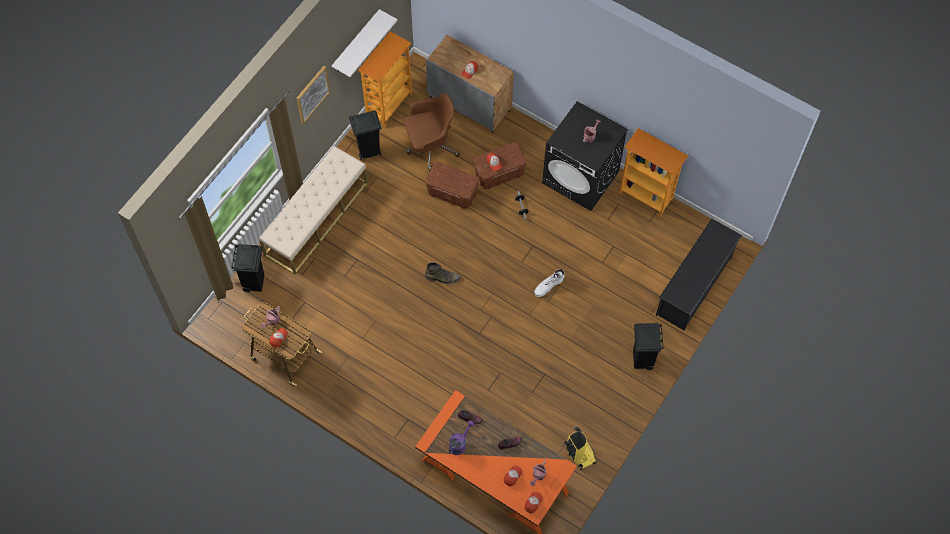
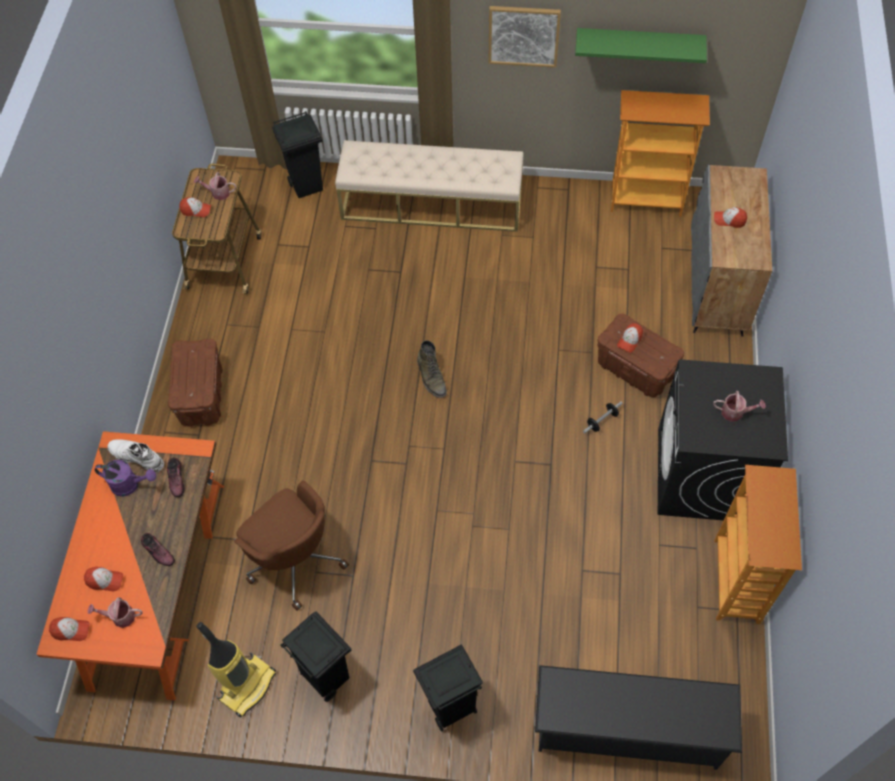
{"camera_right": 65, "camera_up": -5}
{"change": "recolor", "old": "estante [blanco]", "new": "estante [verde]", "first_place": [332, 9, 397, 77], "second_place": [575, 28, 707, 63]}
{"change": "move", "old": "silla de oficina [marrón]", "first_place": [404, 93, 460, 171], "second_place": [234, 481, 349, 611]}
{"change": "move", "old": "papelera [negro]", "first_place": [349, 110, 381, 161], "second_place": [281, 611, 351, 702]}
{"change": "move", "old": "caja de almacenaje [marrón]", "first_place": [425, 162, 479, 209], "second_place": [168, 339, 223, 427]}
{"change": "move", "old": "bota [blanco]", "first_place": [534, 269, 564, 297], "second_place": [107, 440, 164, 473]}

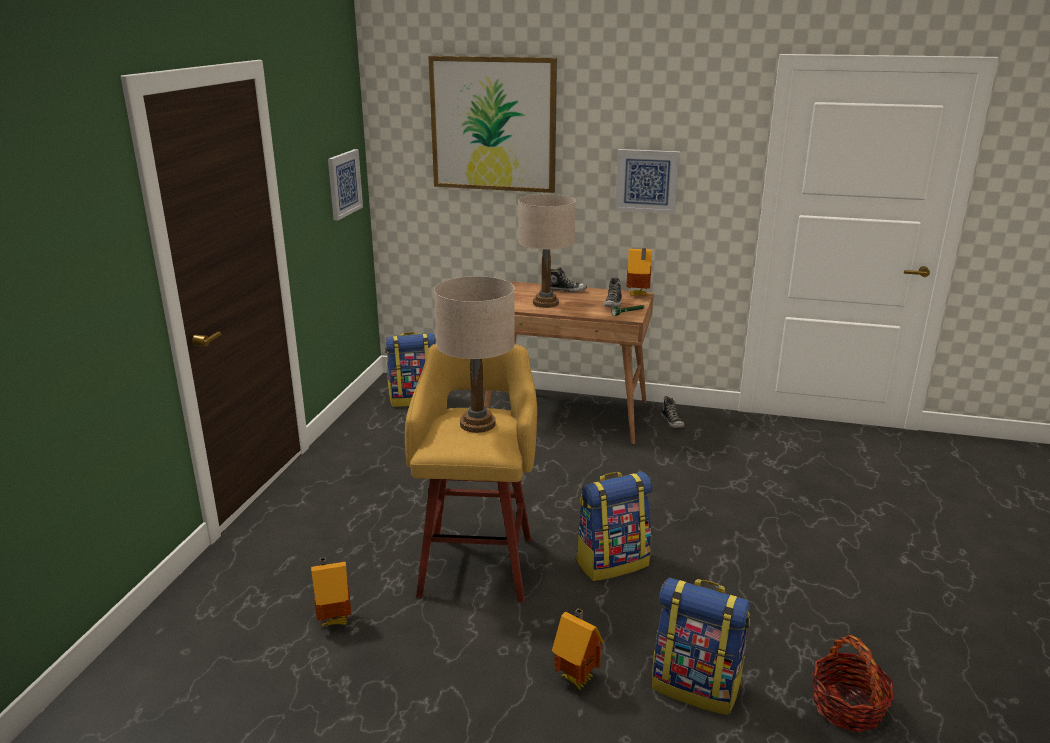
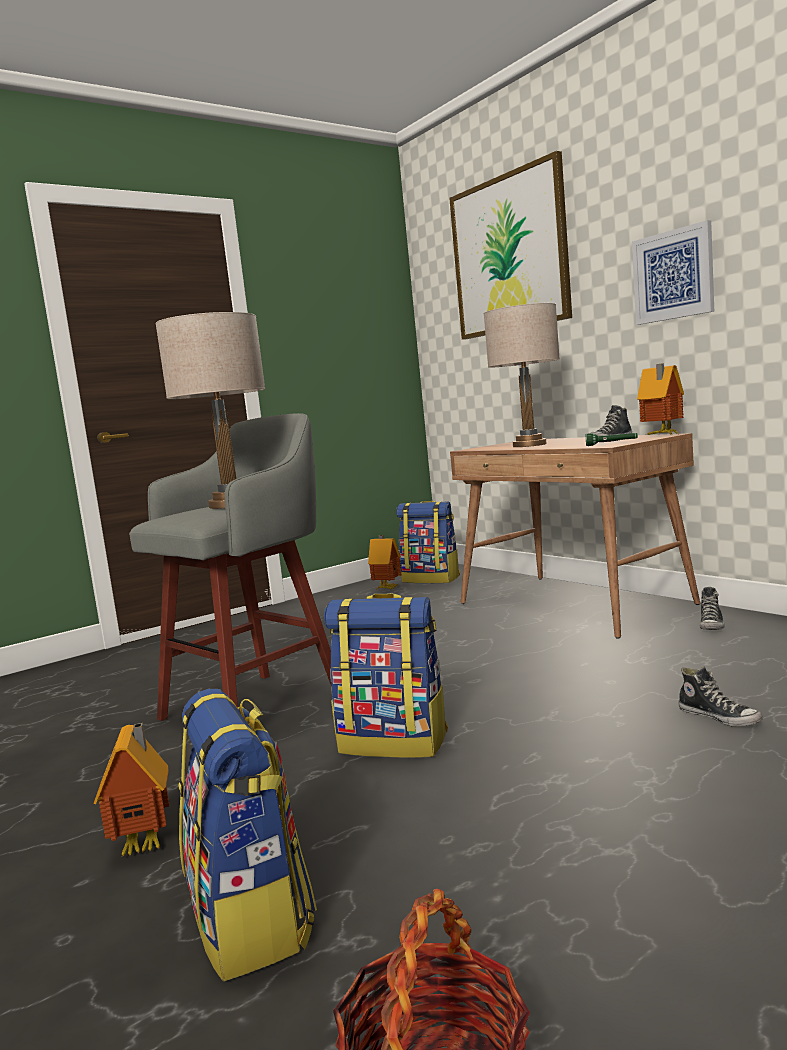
{"camera_right": 40, "camera_up": -15}
{"change": "delete", "old": "cuadro", "first_place": [328, 149, 363, 221]}
{"change": "move", "old": "zapato", "first_place": [551, 267, 587, 293], "second_place": [678, 667, 763, 727]}
{"change": "recolor", "old": "taburete [amarillo]", "new": "taburete [gris]", "first_place": [405, 343, 537, 603], "second_place": [129, 413, 332, 721]}
{"change": "move", "old": "casita", "first_place": [311, 558, 352, 627], "second_place": [368, 535, 402, 590]}

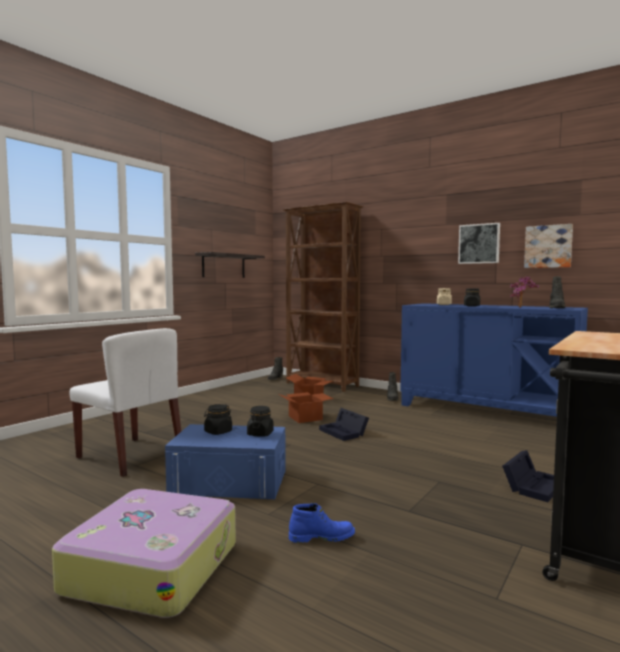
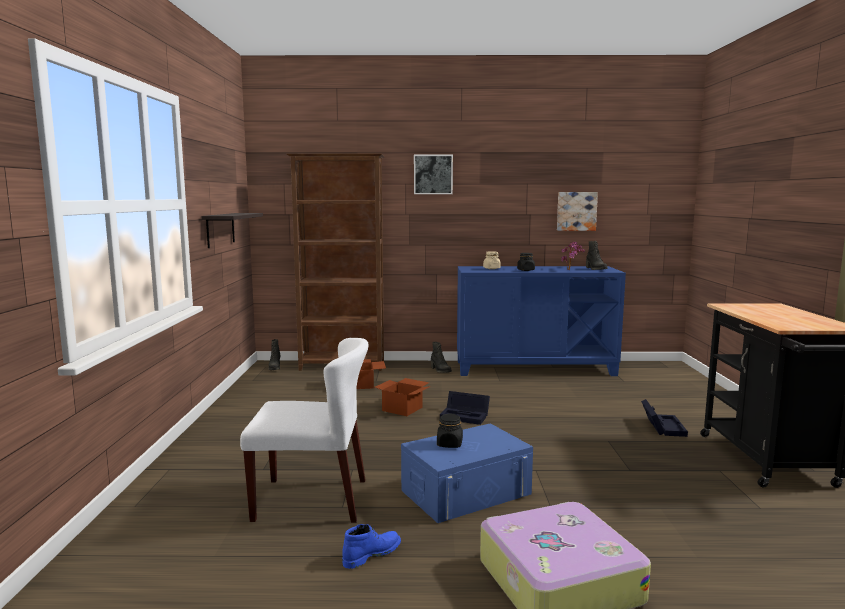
{"camera_right": -35, "camera_up": 5}
{"change": "move", "old": "cuadro", "first_place": [458, 223, 500, 264], "second_place": [414, 155, 453, 194]}
{"change": "delete", "old": "tarro [negro]", "first_place": [247, 406, 274, 437]}
{"change": "move", "old": "bota [azul]", "first_place": [289, 503, 355, 543], "second_place": [342, 524, 401, 569]}

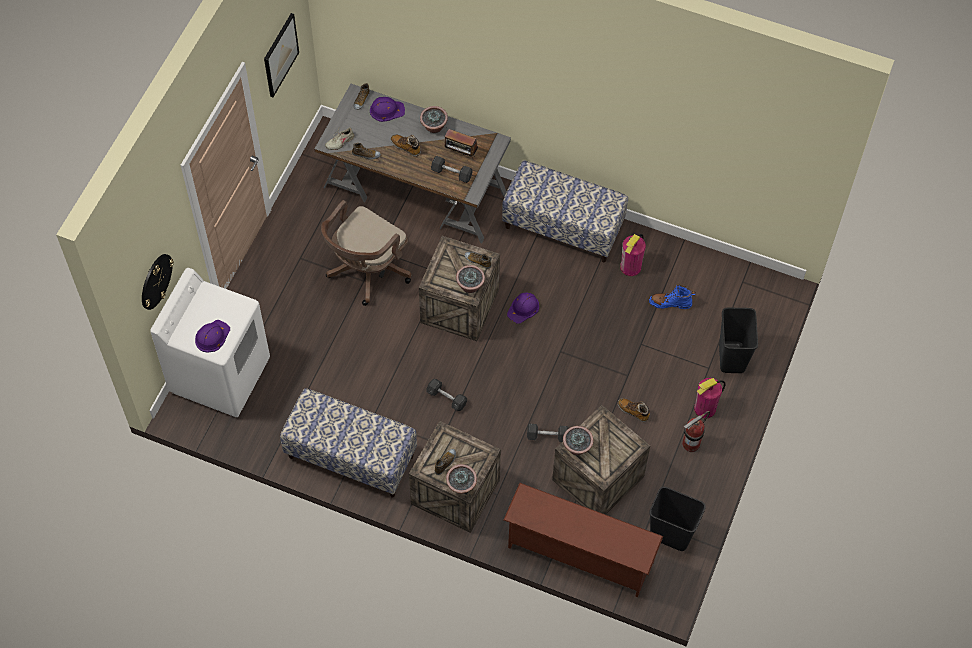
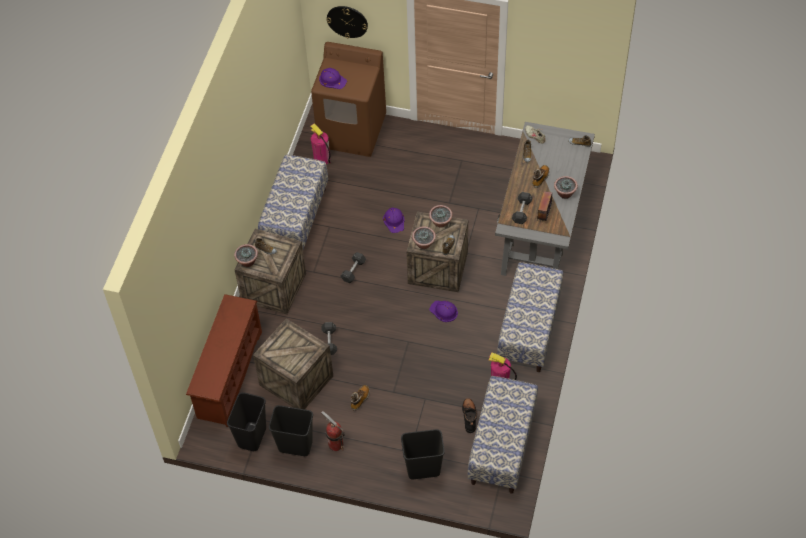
{"camera_right": 85, "camera_up": -5}
{"change": "delete", "old": "cuadro", "first_place": [264, 13, 299, 97]}
{"change": "move", "old": "casco [morado]", "first_place": [370, 97, 405, 122], "second_place": [383, 208, 405, 233]}
{"change": "delete", "old": "silla de oficina [marrón]", "first_place": [321, 200, 411, 306]}
{"change": "recolor", "old": "lavadora [blanco]", "new": "lavadora [marrón]", "first_place": [150, 268, 270, 417], "second_place": [311, 42, 386, 157]}
{"change": "recolor", "old": "bota [azul]", "new": "bota [negro]", "first_place": [649, 284, 696, 309], "second_place": [462, 398, 477, 433]}
{"change": "move", "old": "extintor", "first_place": [694, 378, 726, 418], "second_place": [311, 124, 331, 164]}
{"change": "move", "old": "planta en maceta", "first_place": [563, 426, 594, 455], "second_place": [429, 205, 452, 228]}
{"change": "insert", "new": "banco", "second_place": [468, 376, 538, 493]}
{"change": "insert", "new": "papelera [negro]", "second_place": [269, 405, 313, 456]}

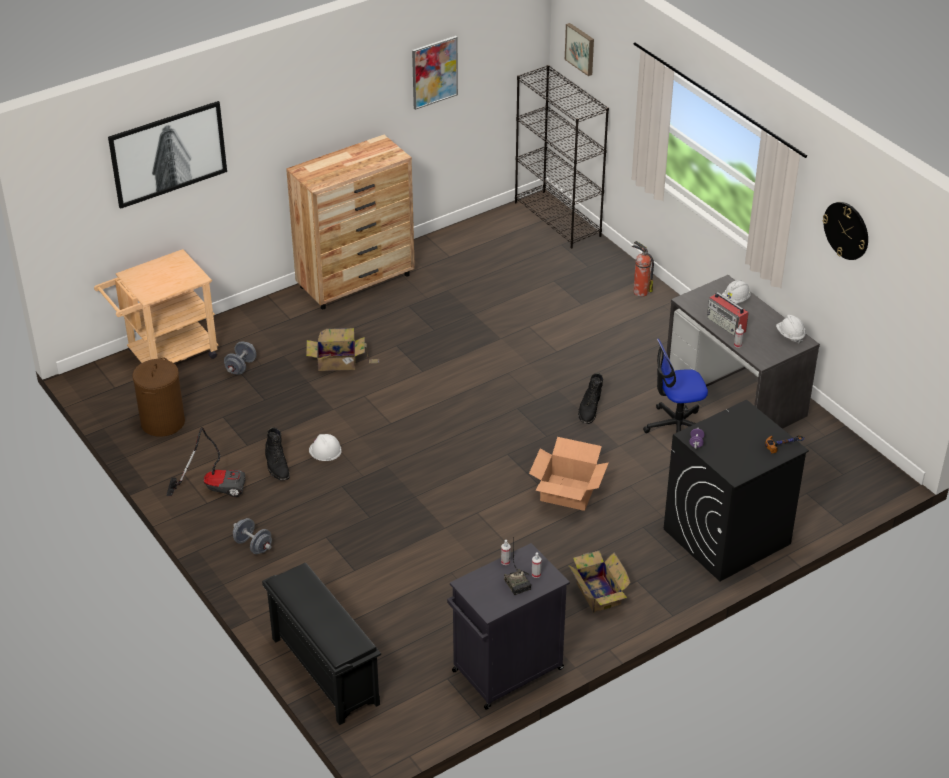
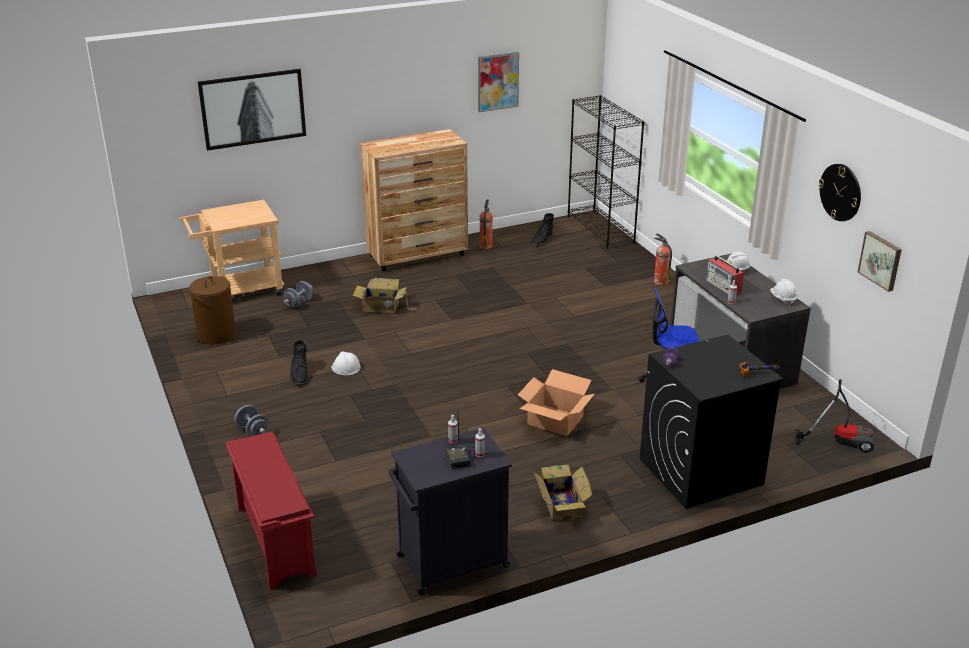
{"camera_right": 10, "camera_up": -10}
{"change": "move", "old": "cuadro", "first_place": [565, 23, 594, 76], "second_place": [858, 231, 902, 292]}
{"change": "move", "old": "bota [negro]", "first_place": [578, 373, 603, 424], "second_place": [532, 213, 554, 246]}
{"change": "move", "old": "aspiradora", "first_place": [166, 427, 246, 497], "second_place": [795, 379, 875, 453]}
{"change": "recolor", "old": "zapatero [negro]", "new": "zapatero [rojo]", "first_place": [262, 563, 381, 725], "second_place": [226, 432, 317, 590]}
{"change": "insert", "new": "extintor", "second_place": [479, 199, 493, 249]}

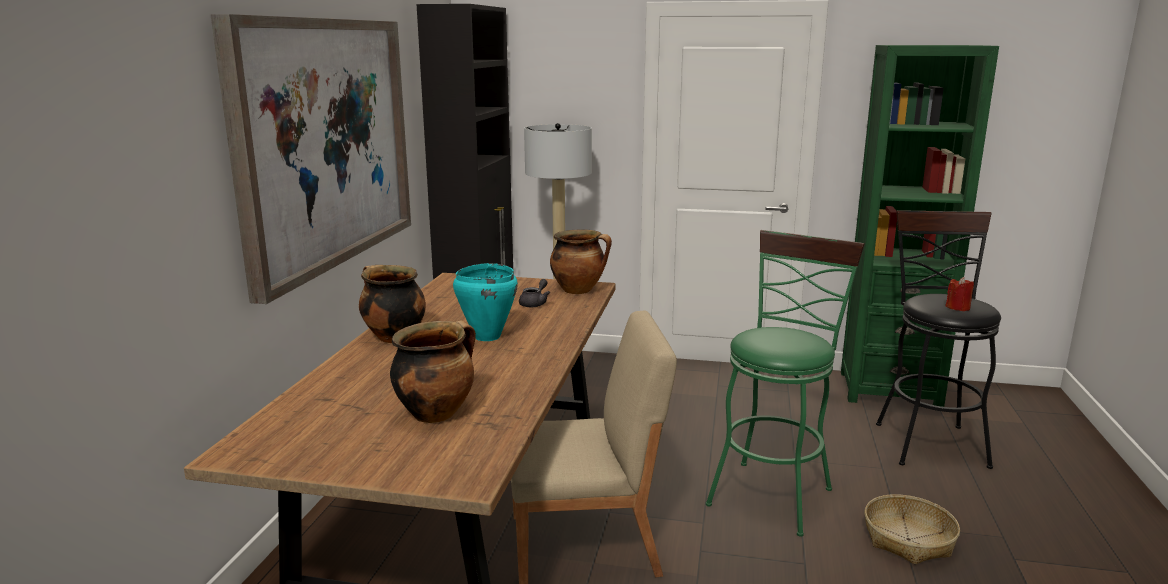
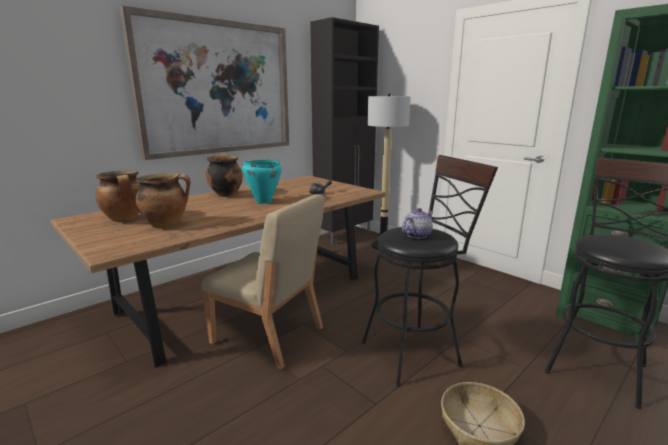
{"camera_right": 35, "camera_up": 0}
{"change": "move", "old": "olla", "first_place": [550, 230, 612, 294], "second_place": [95, 170, 140, 222]}
{"change": "recolor", "old": "taburete [verde]", "new": "taburete [negro]", "first_place": [706, 230, 865, 537], "second_place": [362, 155, 498, 386]}
{"change": "delete", "old": "vela [rojo]", "first_place": [945, 277, 974, 311]}
{"change": "insert", "new": "tetera", "second_place": [402, 208, 434, 239]}

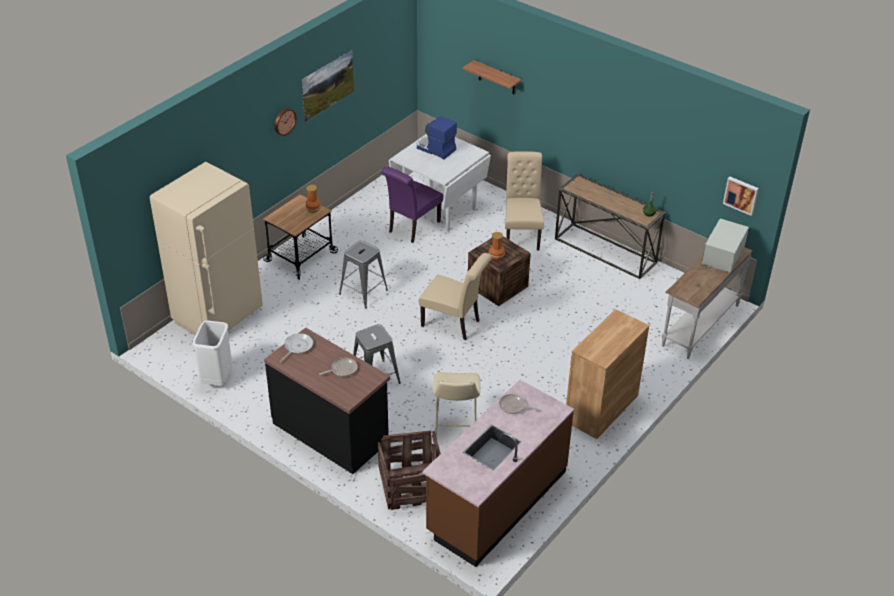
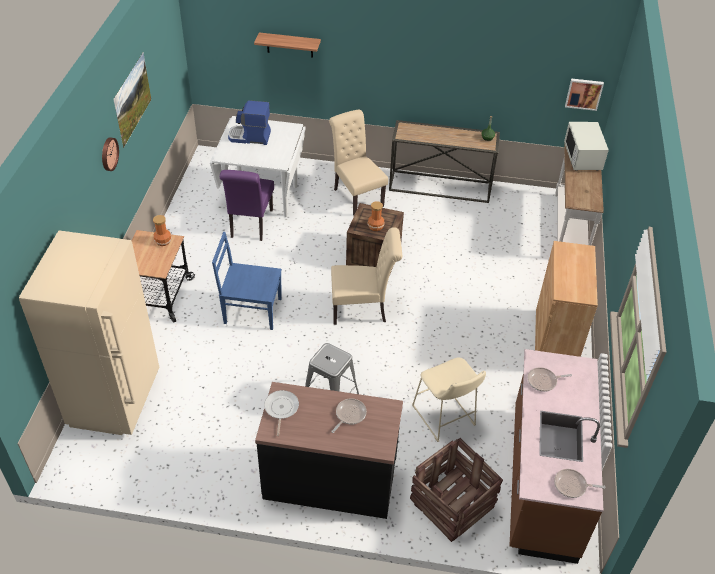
{"camera_right": -30, "camera_up": 5}
{"change": "replace", "old": "taburete [gris]", "new": "silla [azul]", "first_place": [339, 241, 388, 308], "second_place": [212, 232, 282, 330]}
{"change": "delete", "old": "papelera [blanco]", "first_place": [193, 320, 232, 386]}
{"change": "insert", "new": "sartén", "second_place": [554, 469, 606, 498]}

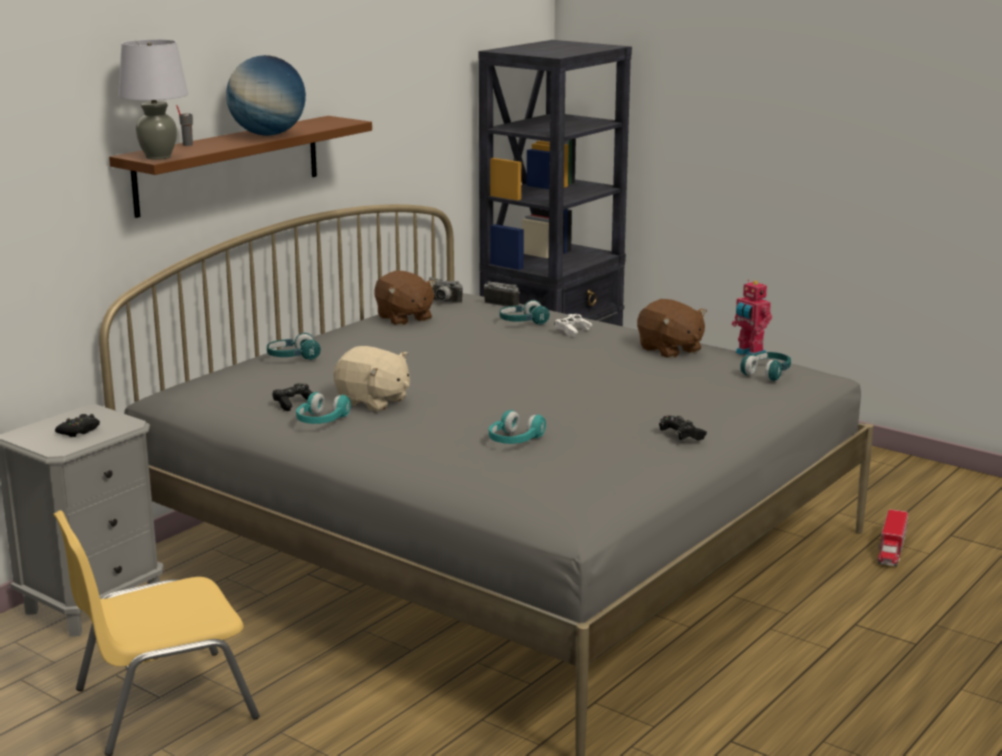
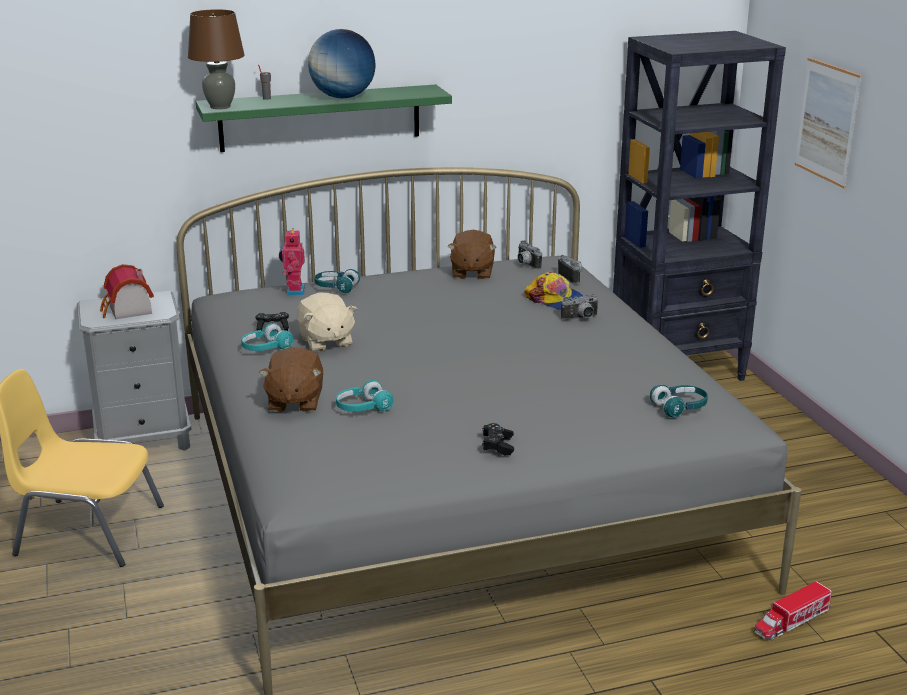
{"camera_right": 35, "camera_up": 5}
{"change": "recolor", "old": "lámpara de mesa [gris]", "new": "lámpara de mesa [marrón]", "first_place": [118, 39, 188, 160], "second_place": [188, 9, 245, 109]}
{"change": "recolor", "old": "estante [marrón]", "new": "estante [verde]", "first_place": [109, 116, 372, 218], "second_place": [196, 85, 452, 152]}
{"change": "move", "old": "robot de juguete", "first_place": [732, 280, 772, 355], "second_place": [279, 228, 305, 295]}
{"change": "move", "old": "peluche [marrón]", "first_place": [637, 299, 707, 358], "second_place": [259, 347, 323, 412]}
{"change": "replace", "old": "auriculares [turquesa]", "new": "gorra", "first_place": [499, 300, 550, 325], "second_place": [524, 272, 583, 310]}
{"change": "replace", "old": "mando de consola [blanco]", "new": "cámara", "first_place": [554, 314, 592, 337], "second_place": [561, 294, 599, 320]}
{"change": "replace", "old": "mando de consola [negro]", "new": "casita", "first_place": [55, 414, 100, 437], "second_place": [100, 264, 154, 319]}
{"change": "insert", "new": "cuadro", "second_place": [795, 58, 862, 189]}

